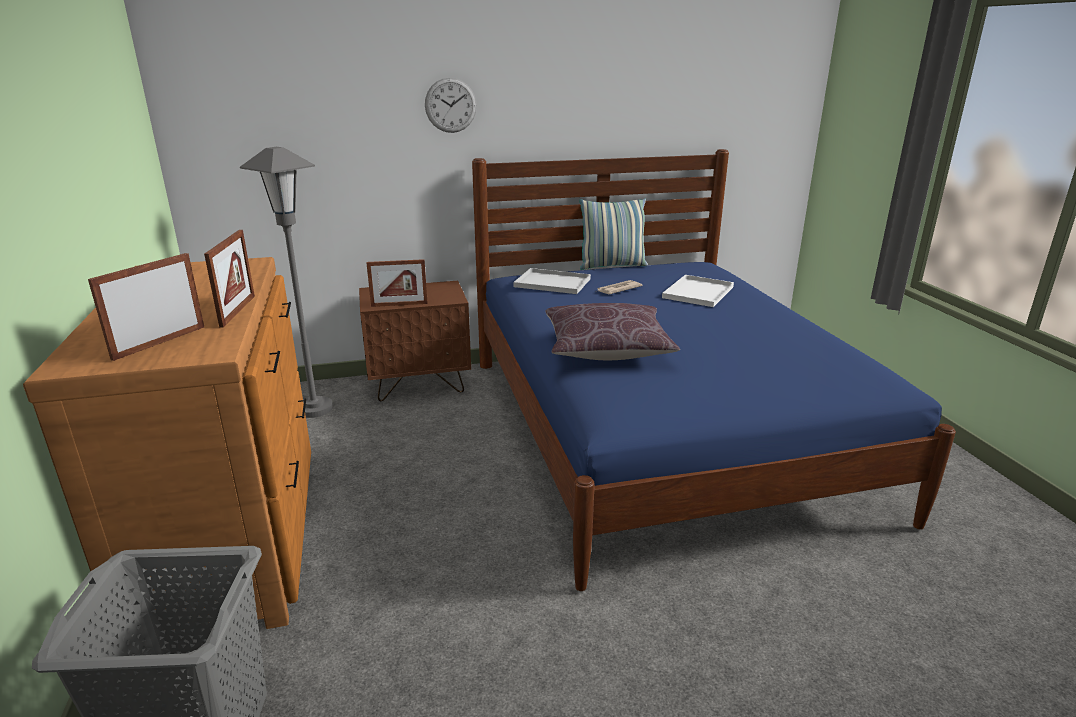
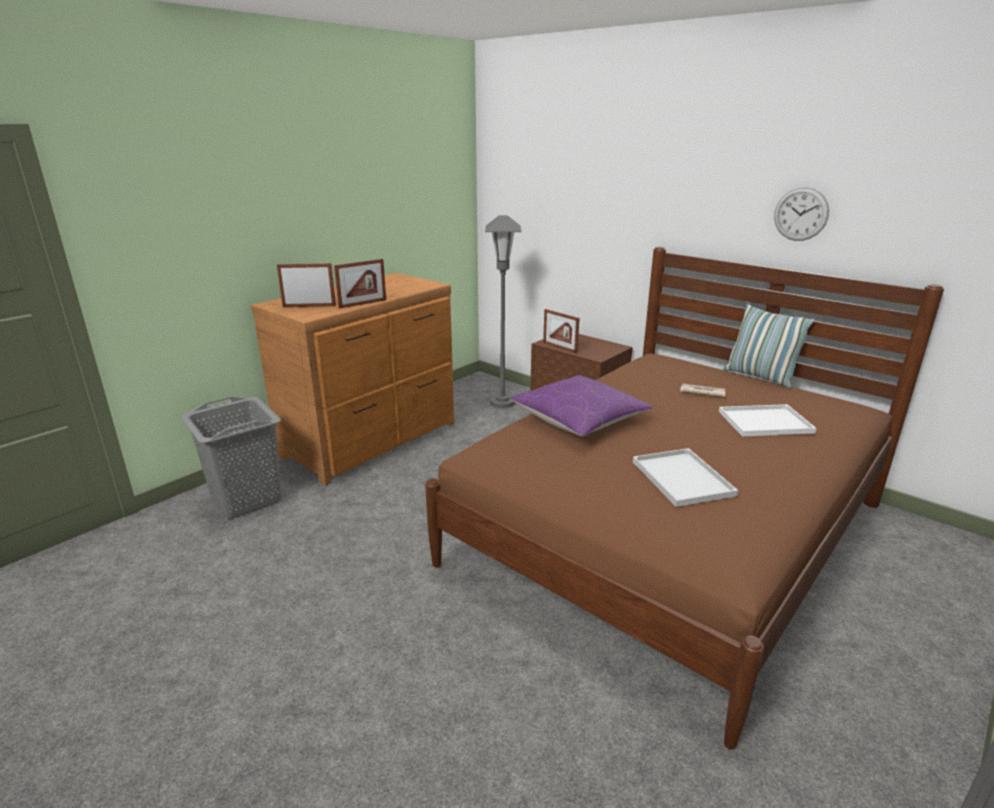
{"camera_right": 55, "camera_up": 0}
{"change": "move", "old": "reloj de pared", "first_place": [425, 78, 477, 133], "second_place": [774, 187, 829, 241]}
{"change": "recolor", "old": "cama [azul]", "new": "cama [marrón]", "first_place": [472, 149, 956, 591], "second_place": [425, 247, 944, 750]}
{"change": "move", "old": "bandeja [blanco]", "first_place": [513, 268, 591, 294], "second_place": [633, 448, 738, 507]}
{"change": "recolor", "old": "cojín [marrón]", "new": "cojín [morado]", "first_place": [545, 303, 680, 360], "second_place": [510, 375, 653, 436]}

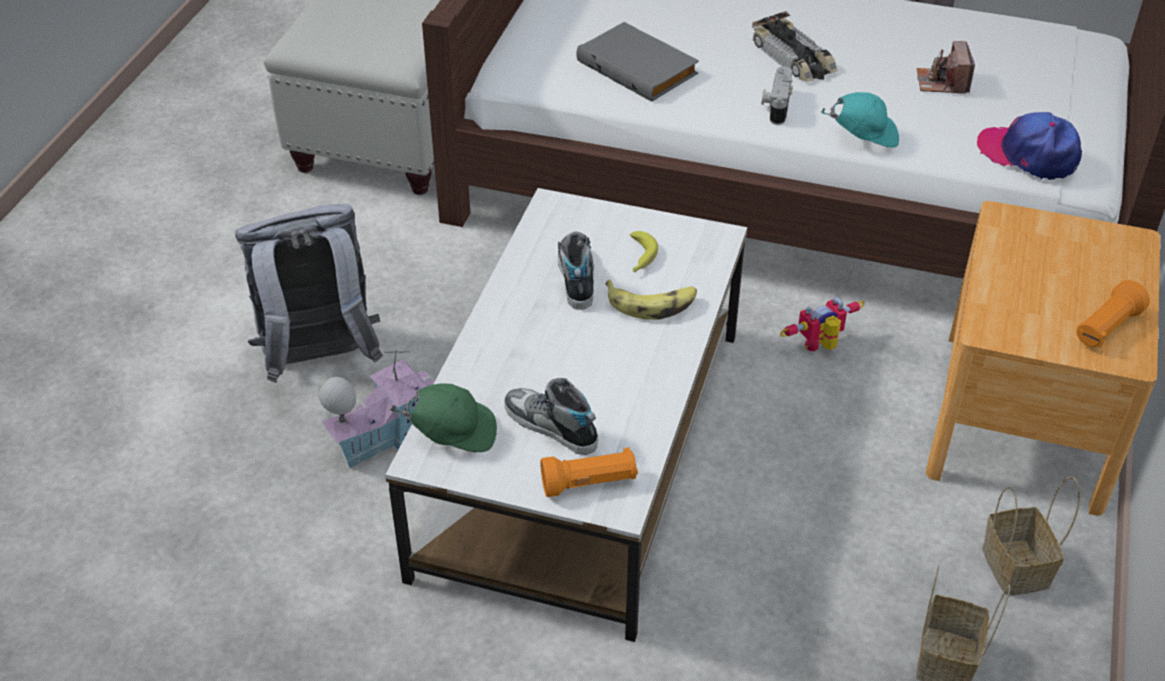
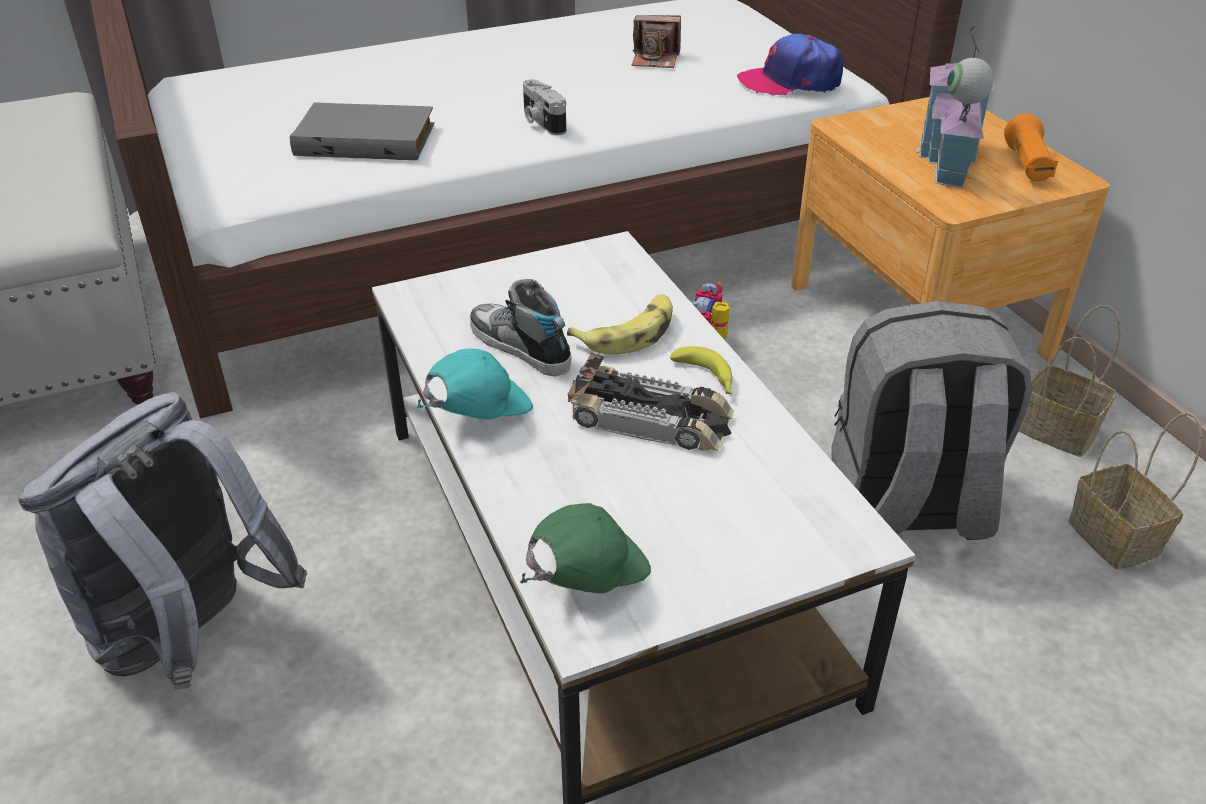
{"camera_right": -40, "camera_up": -5}
{"change": "move", "old": "coche de juguete", "first_place": [752, 11, 838, 82], "second_place": [567, 353, 734, 451]}
{"change": "rotate", "old": "cámara", "first_place": [917, 41, 975, 94], "second_place": [632, 15, 681, 68], "degrees": -45}
{"change": "move", "old": "gorra [turquesa]", "first_place": [821, 92, 899, 147], "second_place": [416, 348, 533, 420]}
{"change": "move", "old": "plátano", "first_place": [630, 231, 658, 272], "second_place": [670, 346, 732, 394]}
{"change": "move", "old": "casita", "first_place": [319, 350, 435, 469], "second_place": [916, 26, 994, 188]}
{"change": "delete", "old": "zapato", "first_place": [504, 378, 598, 455]}
{"change": "delete", "old": "linterna [naranja]", "first_place": [540, 448, 638, 497]}
{"change": "insert", "new": "mochila [gris]", "second_place": [831, 301, 1032, 540]}

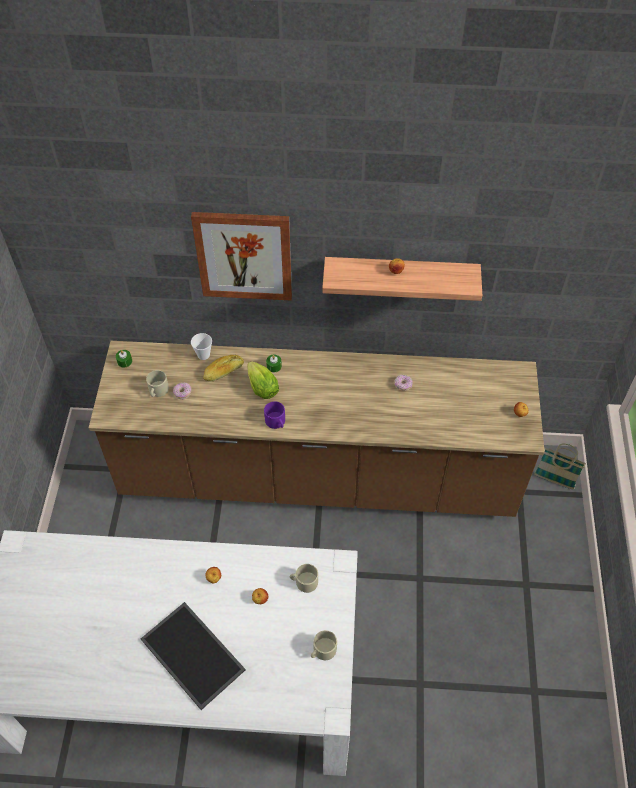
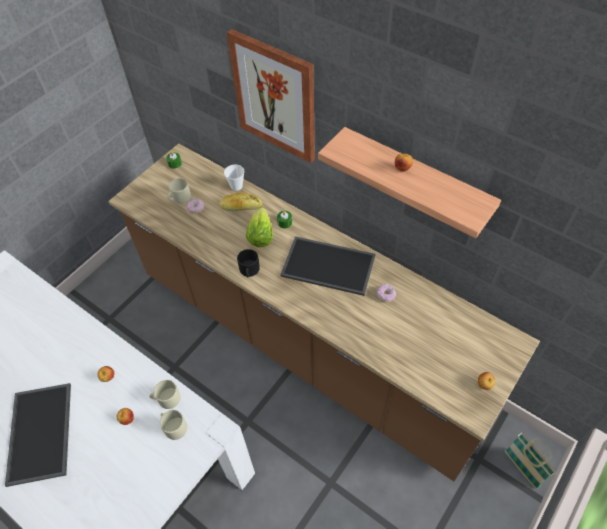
{"camera_right": 35, "camera_up": 0}
{"change": "recolor", "old": "taza grande [morado]", "new": "taza grande [negro]", "first_place": [264, 401, 285, 429], "second_place": [237, 249, 260, 277]}
{"change": "move", "old": "taza grande [beis]", "first_place": [311, 630, 337, 660], "second_place": [149, 380, 181, 409]}
{"change": "insert", "new": "bandeja", "second_place": [281, 236, 375, 296]}

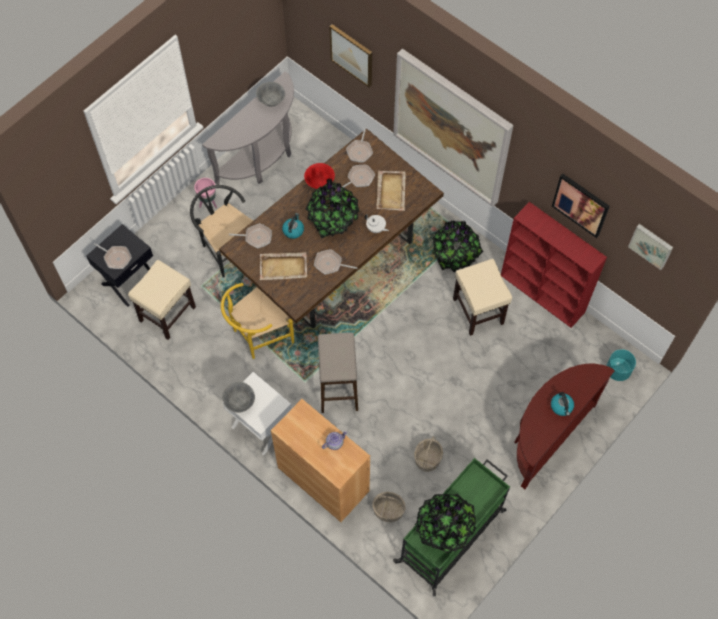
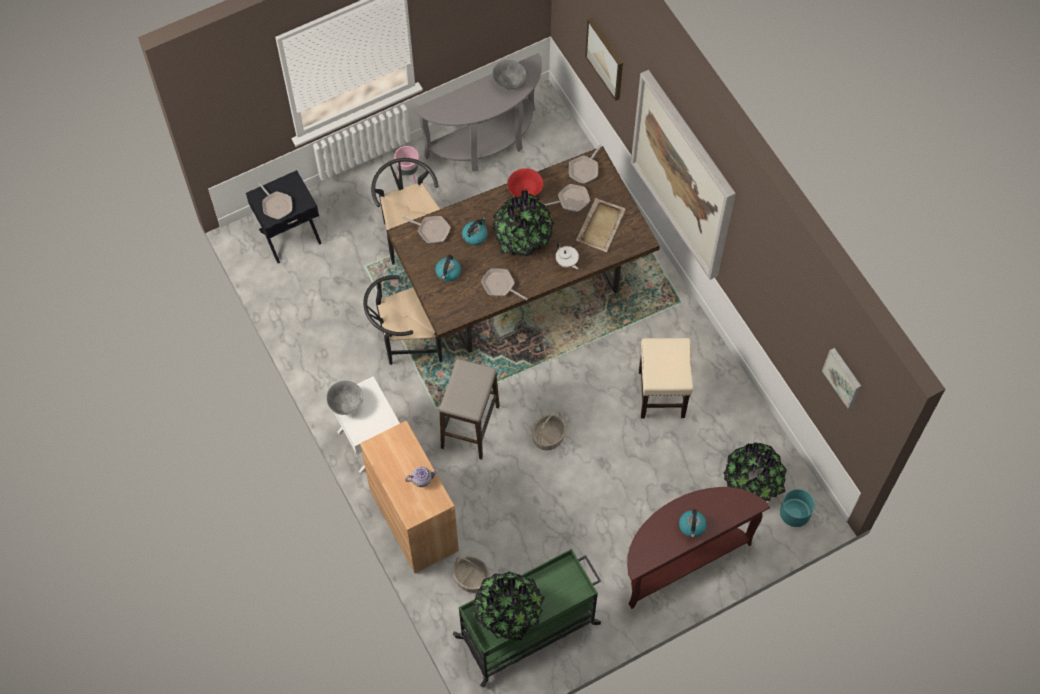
{"camera_right": 20, "camera_up": 0}
{"change": "delete", "old": "cuadro", "first_place": [552, 174, 610, 238]}
{"change": "delete", "old": "estantería [rojo]", "first_place": [501, 202, 607, 328]}
{"change": "move", "old": "planta en maceta", "first_place": [432, 220, 484, 272], "second_place": [724, 442, 787, 501]}
{"change": "replace", "old": "bandeja [beis]", "new": "hervidor", "first_place": [260, 252, 307, 280], "second_place": [435, 255, 461, 282]}
{"change": "delete", "old": "taburete [beis]", "first_place": [128, 260, 196, 340]}
{"change": "recolor", "old": "silla [amarillo]", "new": "silla [negro]", "first_place": [221, 283, 294, 359], "second_place": [363, 275, 442, 365]}
{"change": "move", "old": "cesta", "first_place": [414, 436, 443, 472], "second_place": [532, 411, 566, 451]}

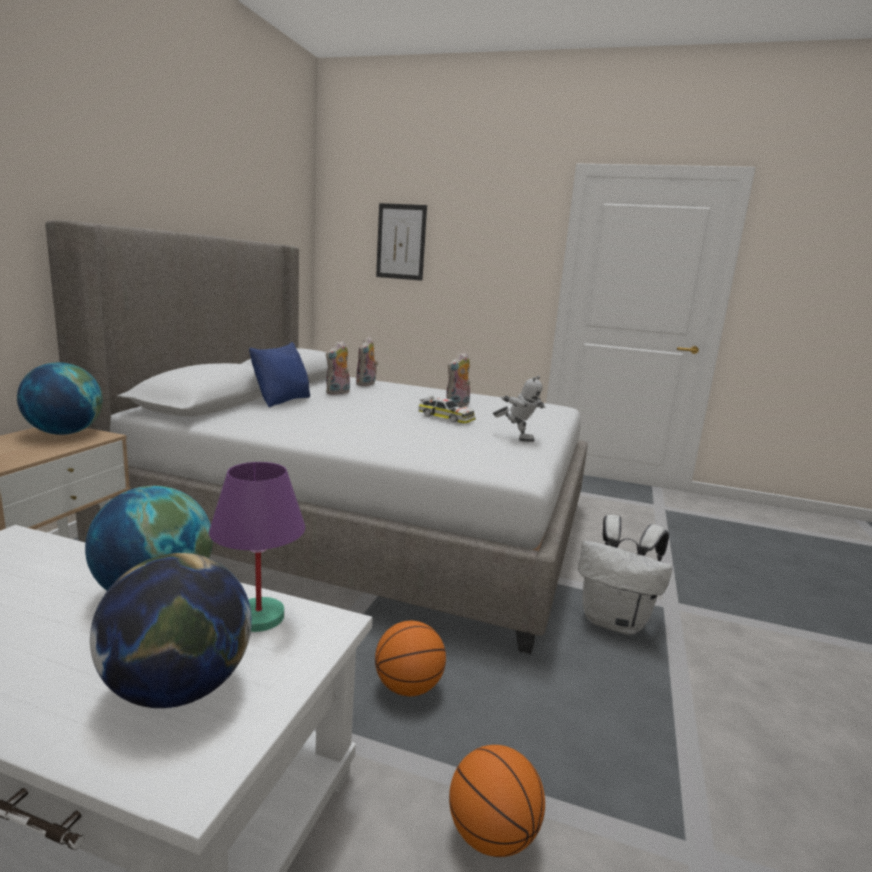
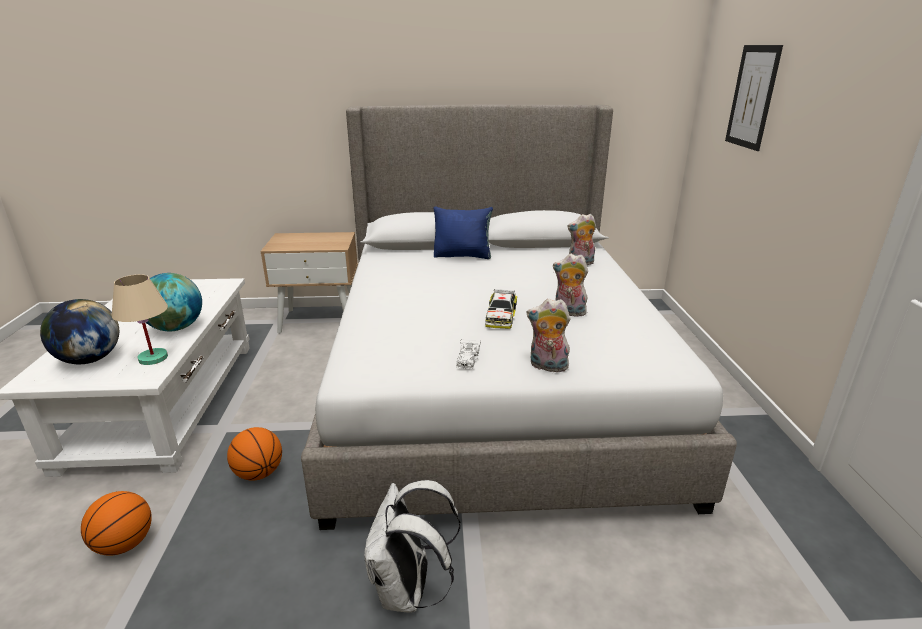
{"camera_right": 70, "camera_up": 10}
{"change": "move", "old": "peluche", "first_place": [326, 341, 350, 395], "second_place": [527, 299, 570, 372]}
{"change": "delete", "old": "globo terráqueo", "first_place": [17, 362, 103, 435]}
{"change": "replace", "old": "robot de juguete", "new": "coche de juguete [blanco]", "first_place": [493, 375, 546, 442], "second_place": [456, 340, 481, 370]}
{"change": "recolor", "old": "lámpara de mesa [morado]", "new": "lámpara de mesa [beis]", "first_place": [209, 462, 305, 632], "second_place": [112, 274, 168, 365]}

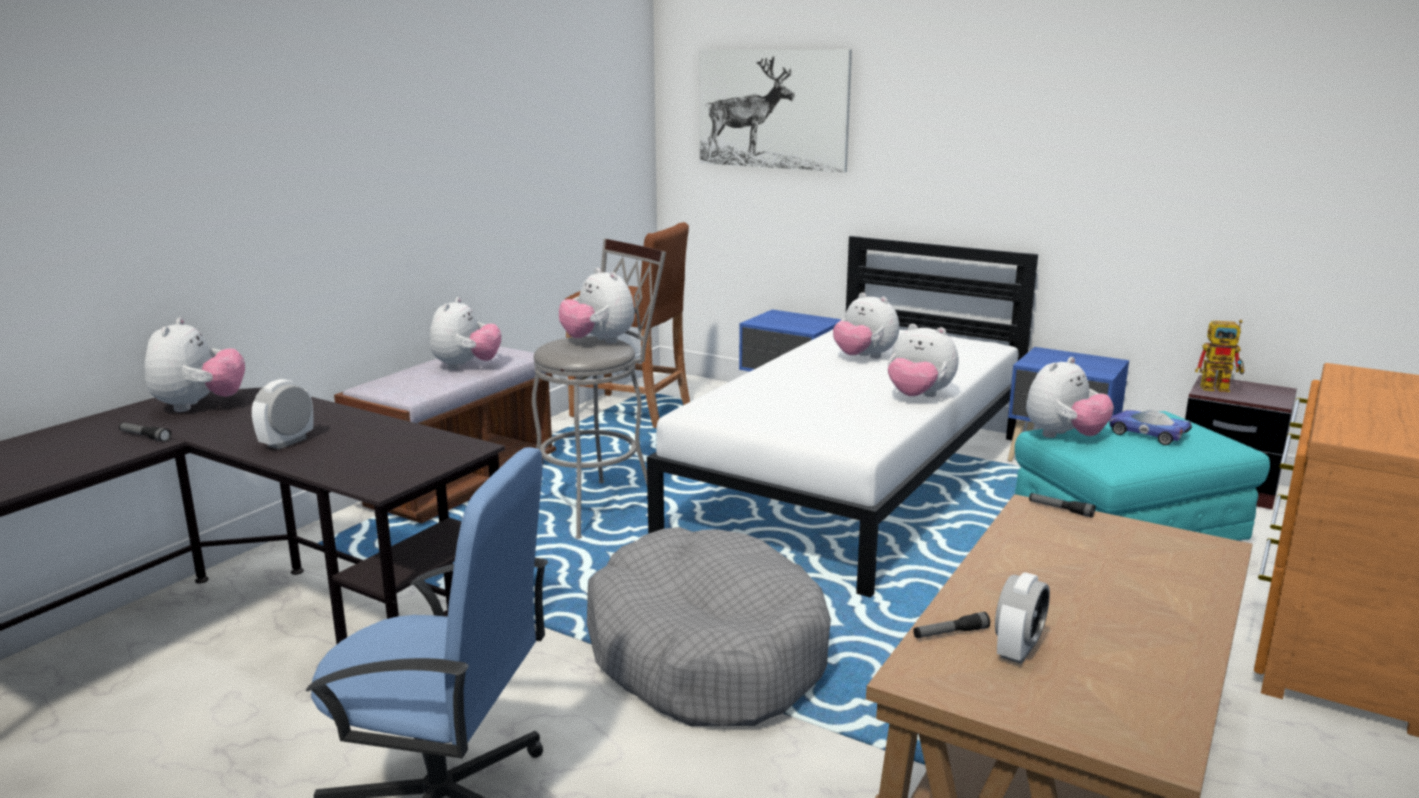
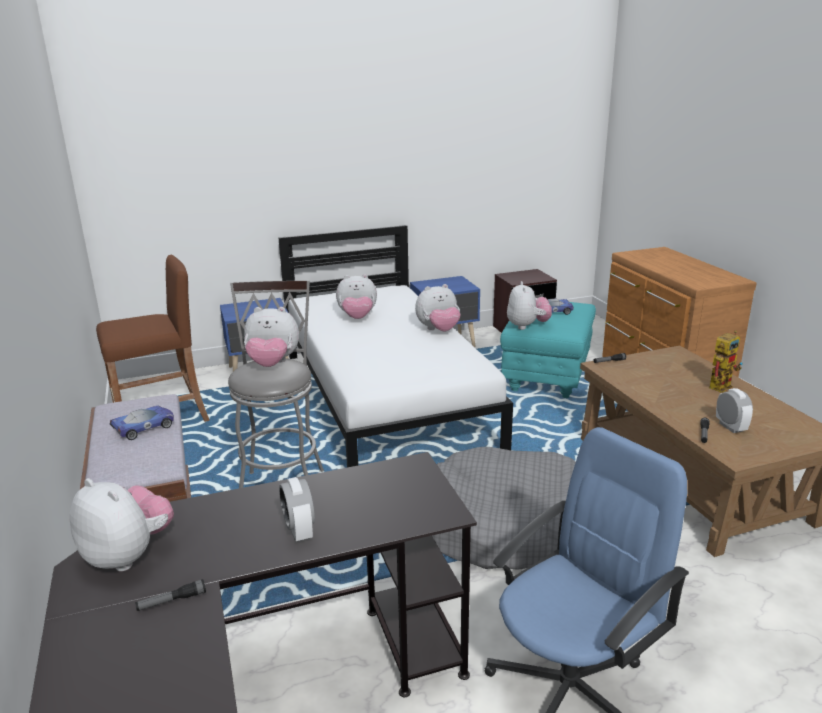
{"camera_right": -50, "camera_up": 5}
{"change": "delete", "old": "cuadro", "first_place": [699, 49, 852, 173]}
{"change": "replace", "old": "peluche", "new": "coche de juguete", "first_place": [430, 297, 502, 370], "second_place": [110, 405, 174, 440]}
{"change": "move", "old": "robot de juguete", "first_place": [1195, 320, 1244, 392], "second_place": [709, 330, 743, 393]}

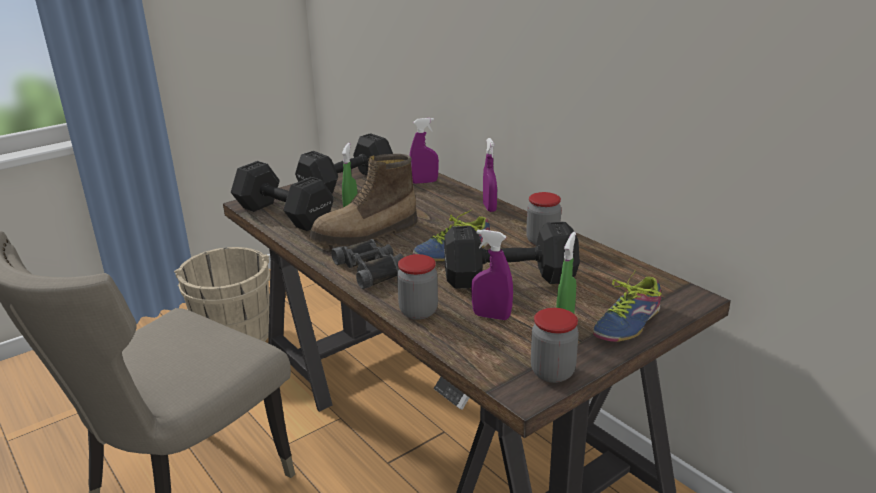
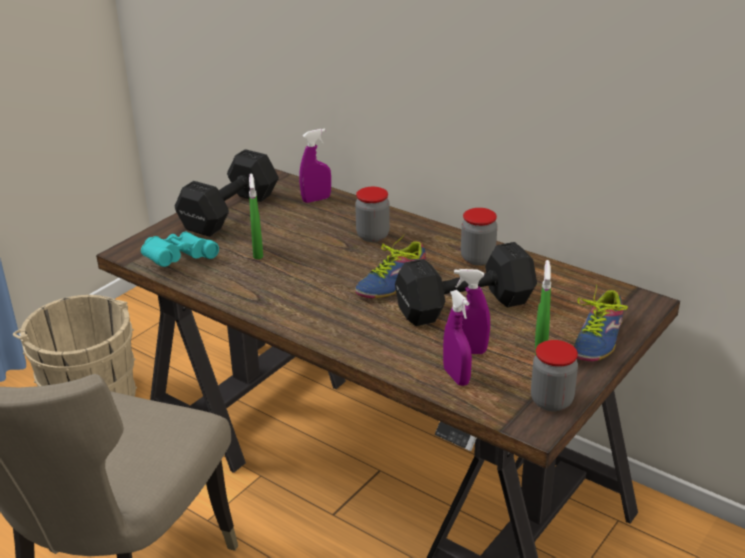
{"camera_right": -15, "camera_up": 5}
{"change": "move", "old": "pulverizador [morado]", "first_place": [483, 138, 497, 212], "second_place": [443, 290, 472, 386]}
{"change": "delete", "old": "bota", "first_place": [309, 154, 417, 247]}
{"change": "replace", "old": "mancuerna [negro]", "new": "prismáticos [turquesa]", "first_place": [231, 161, 334, 231], "second_place": [141, 232, 219, 267]}
{"change": "delete", "old": "prismáticos [negro]", "first_place": [331, 239, 404, 289]}
{"change": "move", "old": "tarro", "first_place": [397, 254, 438, 320], "second_place": [355, 187, 390, 242]}

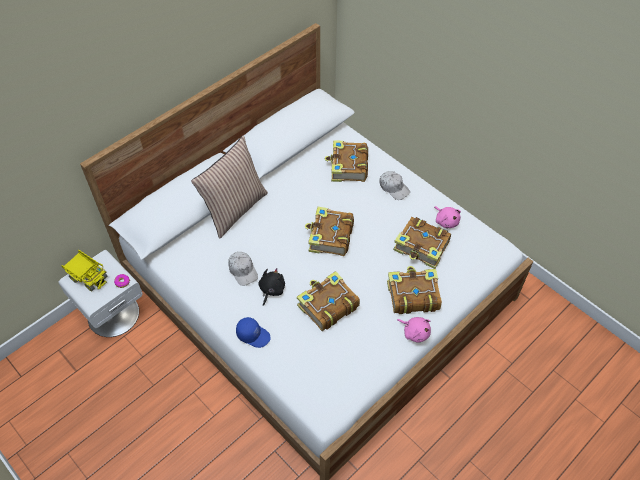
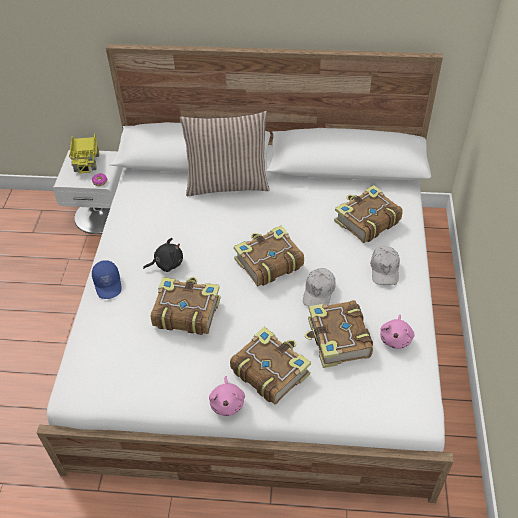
{"camera_right": 50, "camera_up": -5}
{"change": "move", "old": "gorra [blanco]", "first_place": [228, 252, 258, 286], "second_place": [303, 268, 336, 306]}

